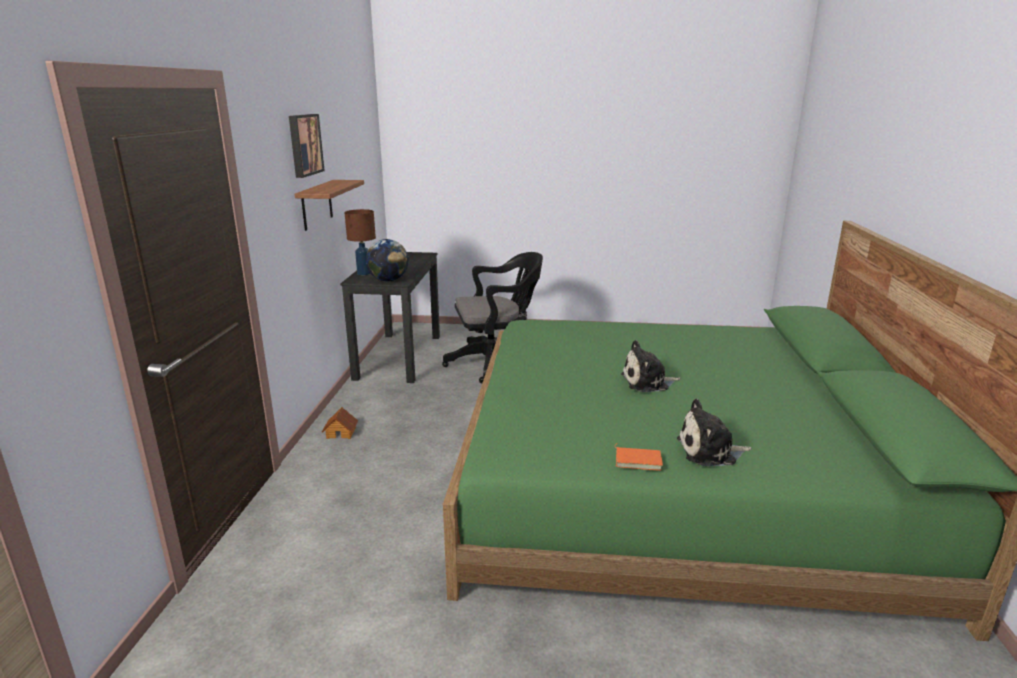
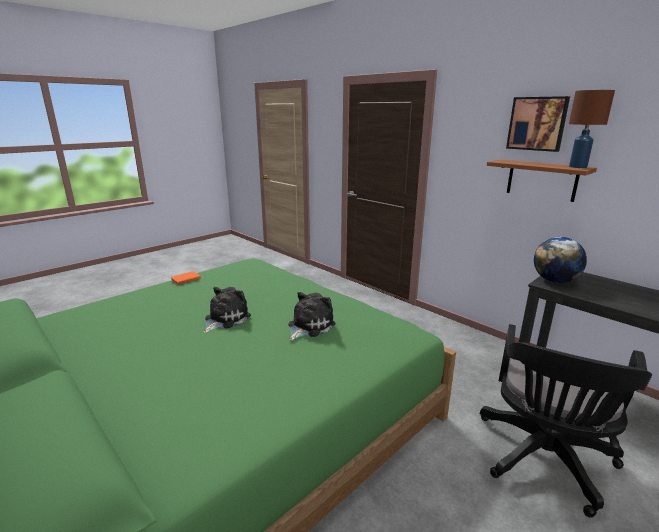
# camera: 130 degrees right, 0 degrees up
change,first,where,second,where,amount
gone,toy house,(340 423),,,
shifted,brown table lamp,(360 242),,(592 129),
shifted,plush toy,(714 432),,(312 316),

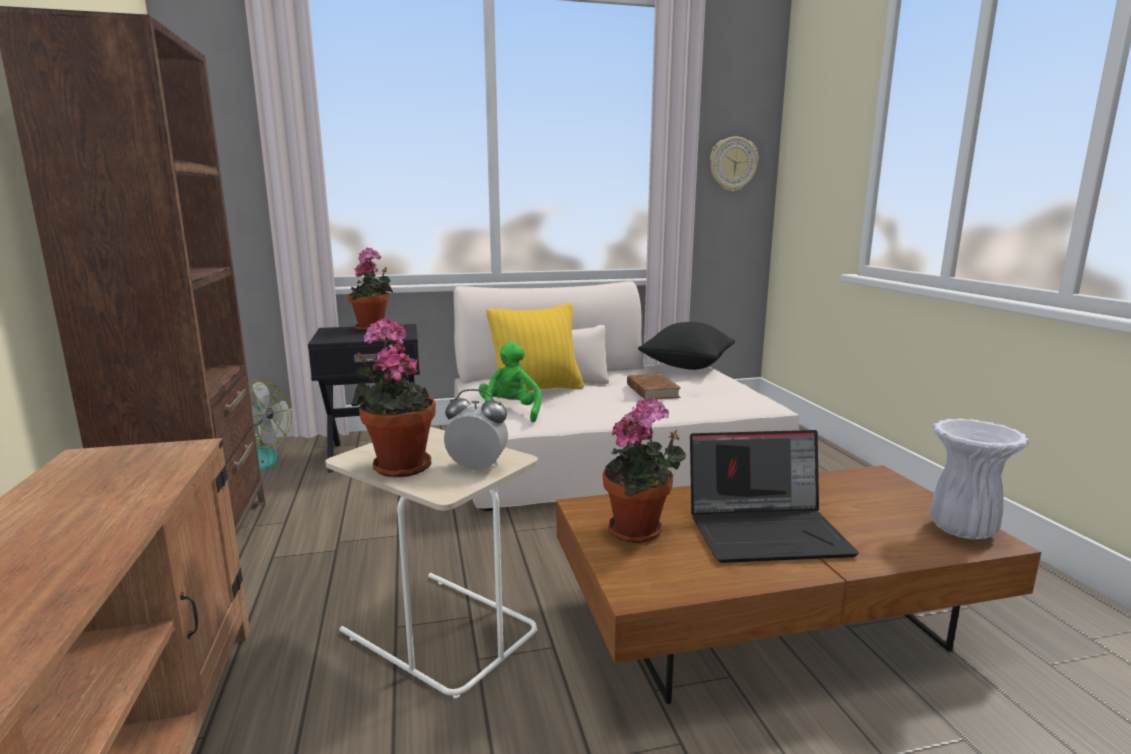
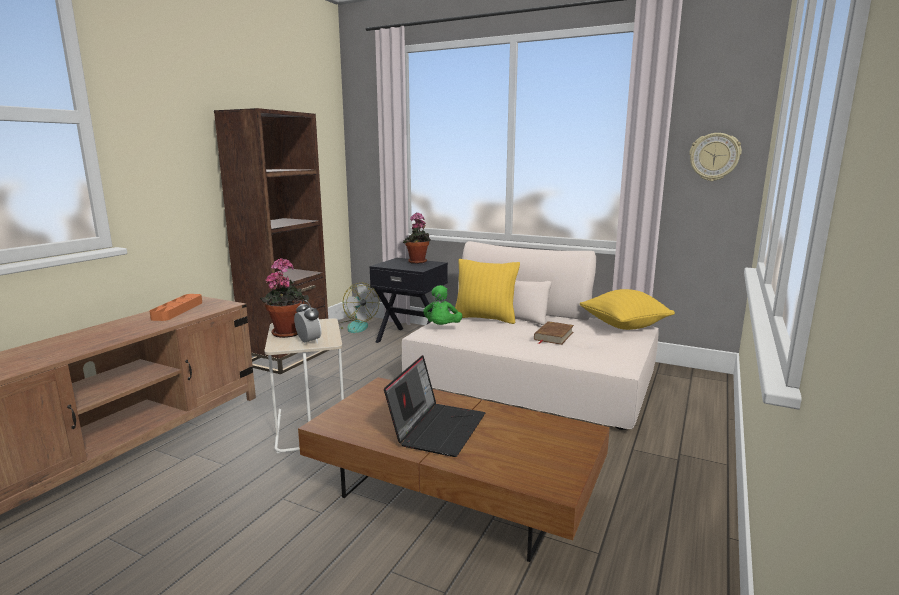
# camera: 40 degrees right, 0 degrees up
change,first,where,second,where,amount
rotated,green plush toy,(510 382),,(442 305),150 degrees clockwise
gone,potted plant,(644 470),,,
repainted,black pillow,(686 346),yellow pillow,(627 309),
rotated,laptop,(774 496),,(434 406),105 degrees counterclockwise
gone,white vase,(980 479),,,
new,,,orange tray,(175 307),

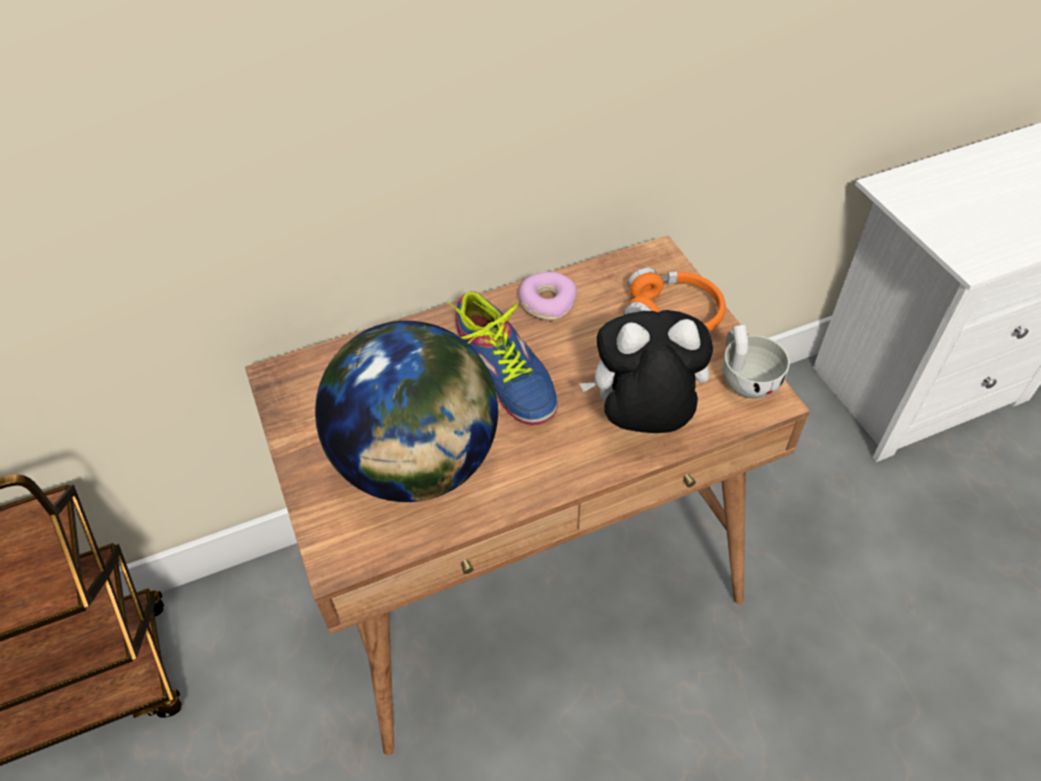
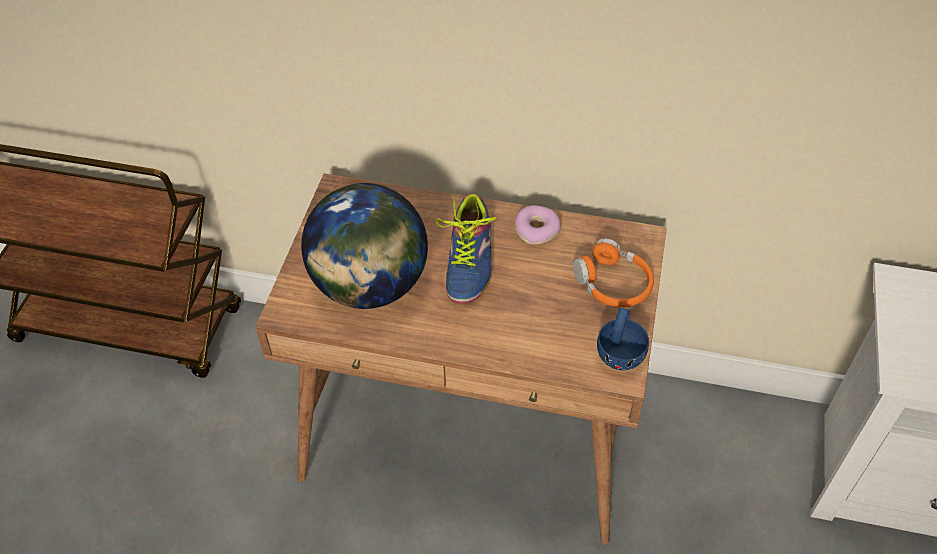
# camera: 35 degrees right, 0 degrees up
change,first,where,second,where,amount
gone,plush toy,(646 371),,,
repainted,white cup,(756 361),blue cup,(623 339),

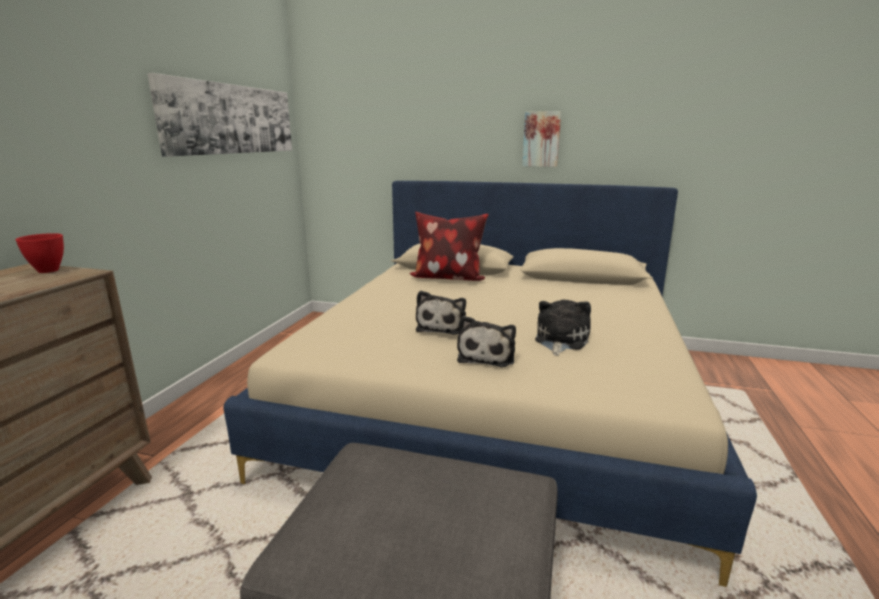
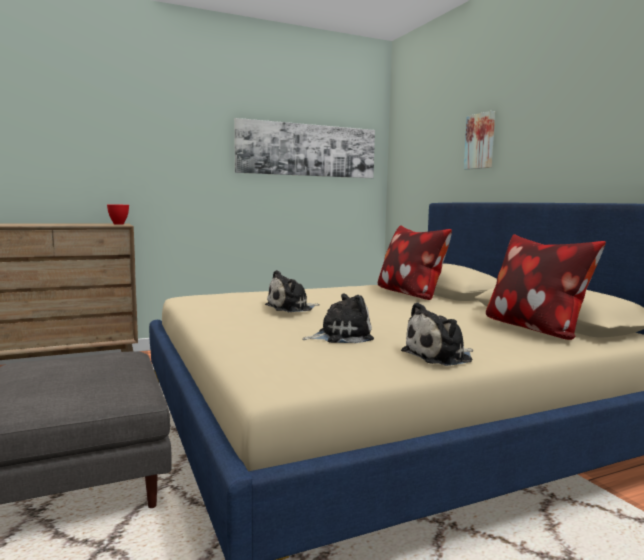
# camera: 50 degrees right, 10 degrees down
change,first,where,second,where,amount
shifted,plush toy,(486 341),,(437 334),
shifted,picture,(541 139),,(479 140),
new,,,pillow,(546 287),

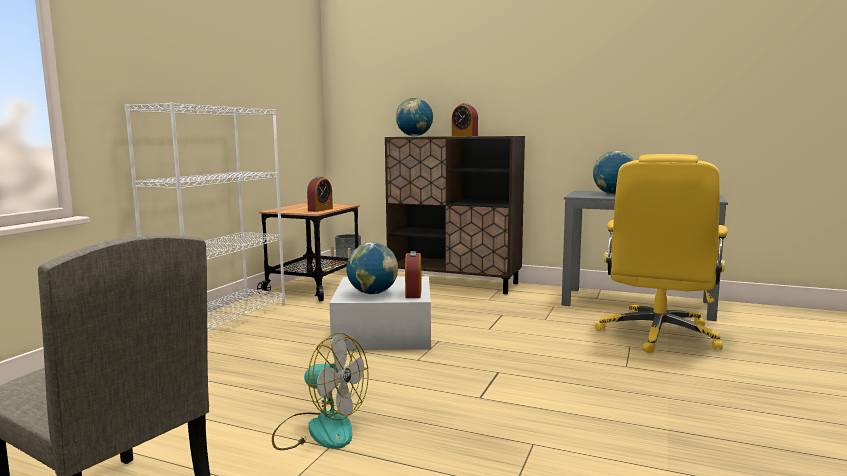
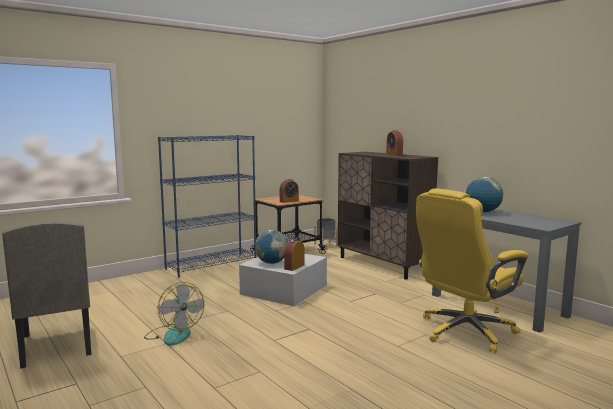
# camera: 30 degrees right, 0 degrees up
change,first,where,second,where,amount
repainted,white bookcase,(204 216),blue bookcase,(207 206),
gone,globe,(414 117),,,

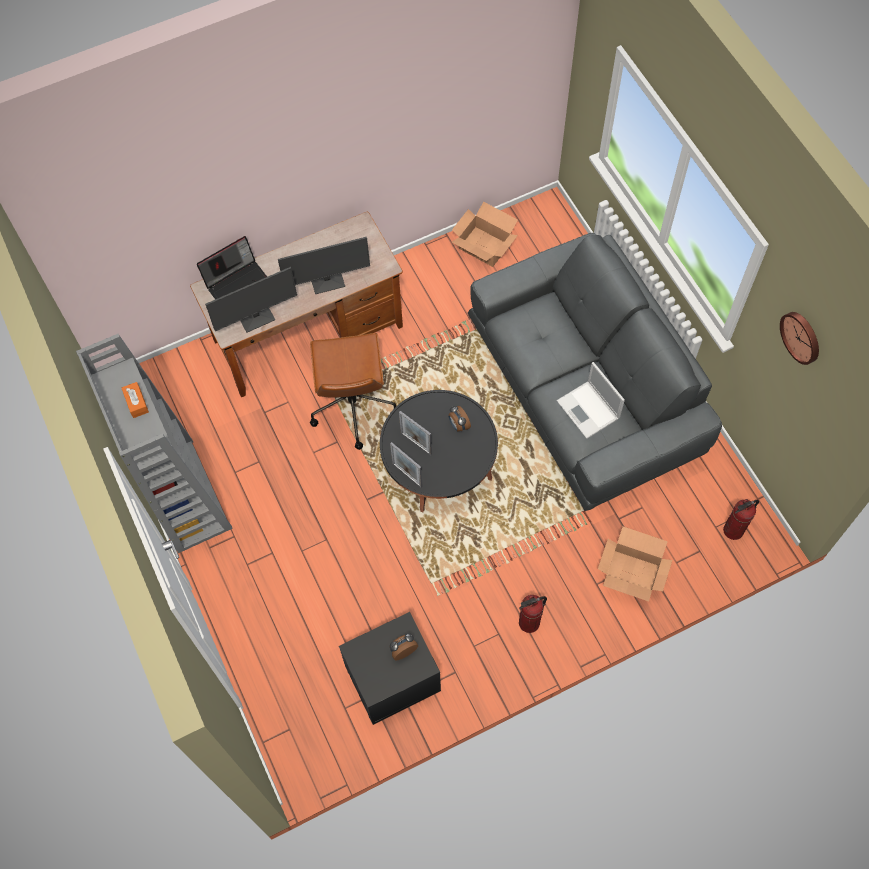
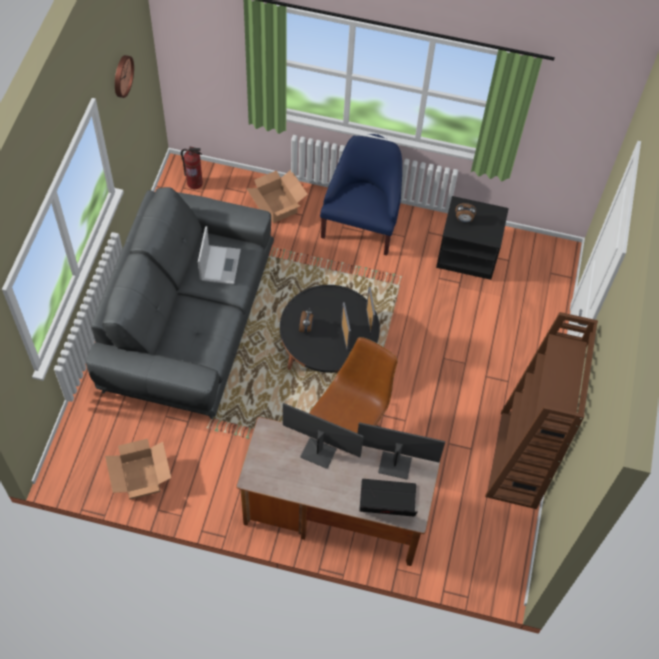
# camera: 145 degrees left, 5 degrees down
change,first,where,second,where,amount
repainted,grey bookcase,(154 443),brown bookcase,(541 410),
gone,orange tissue box,(135 400),,,
swapped,fire extinguisher,(533 614),blue armchair,(361 194),

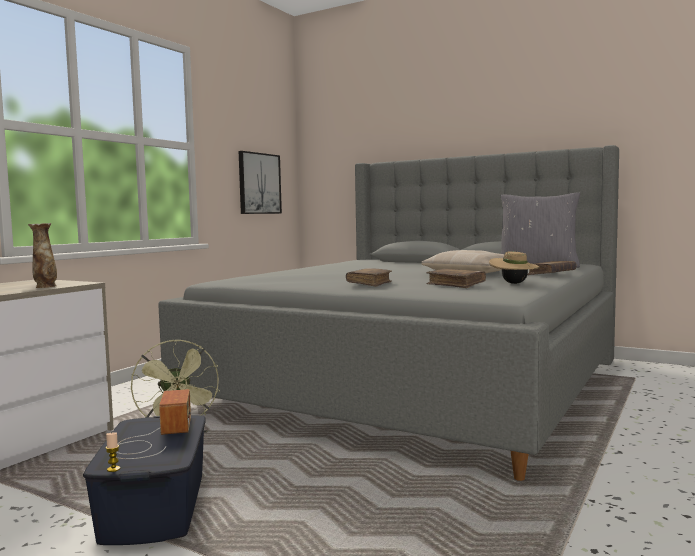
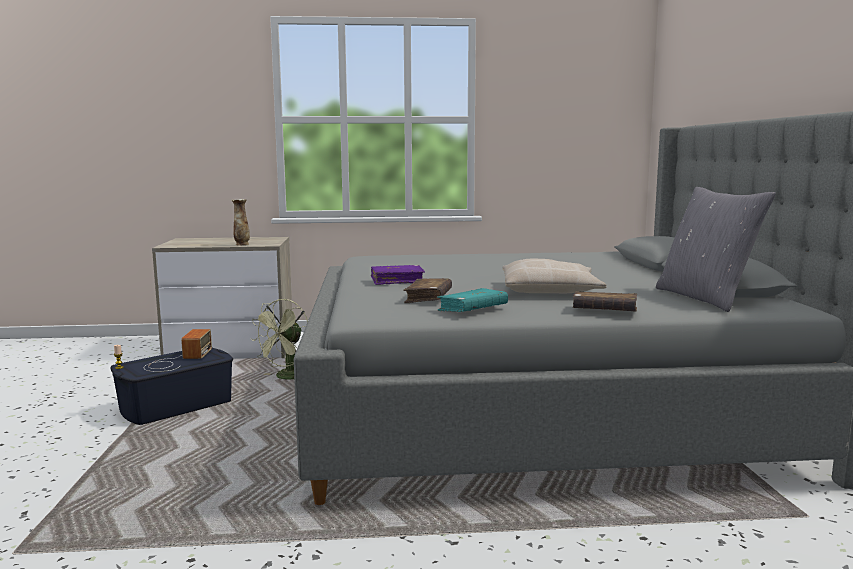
# camera: 55 degrees right, 5 degrees up
change,first,where,second,where,amount
rotated,radio,(153 424),,(178 350),45 degrees counterclockwise
gone,picture,(260 182),,,
repainted,brown book,(369 277),purple book,(398 275),
swapped,beige hat,(514 267),turquoise book,(472 300),

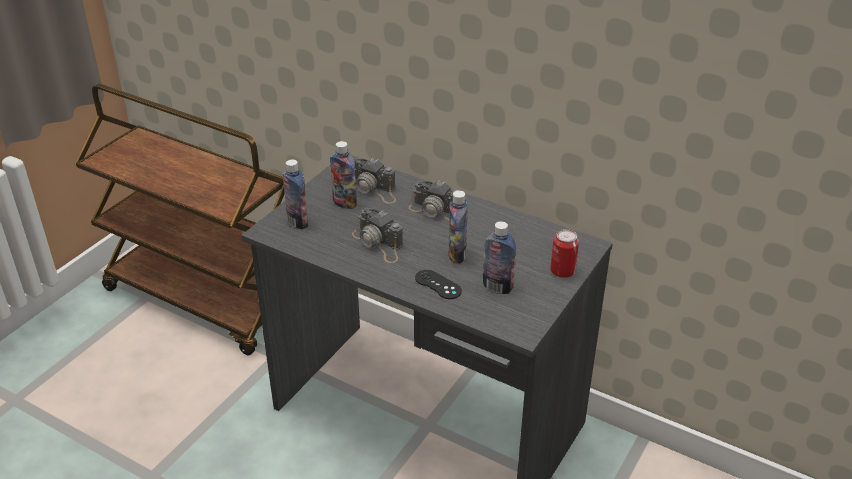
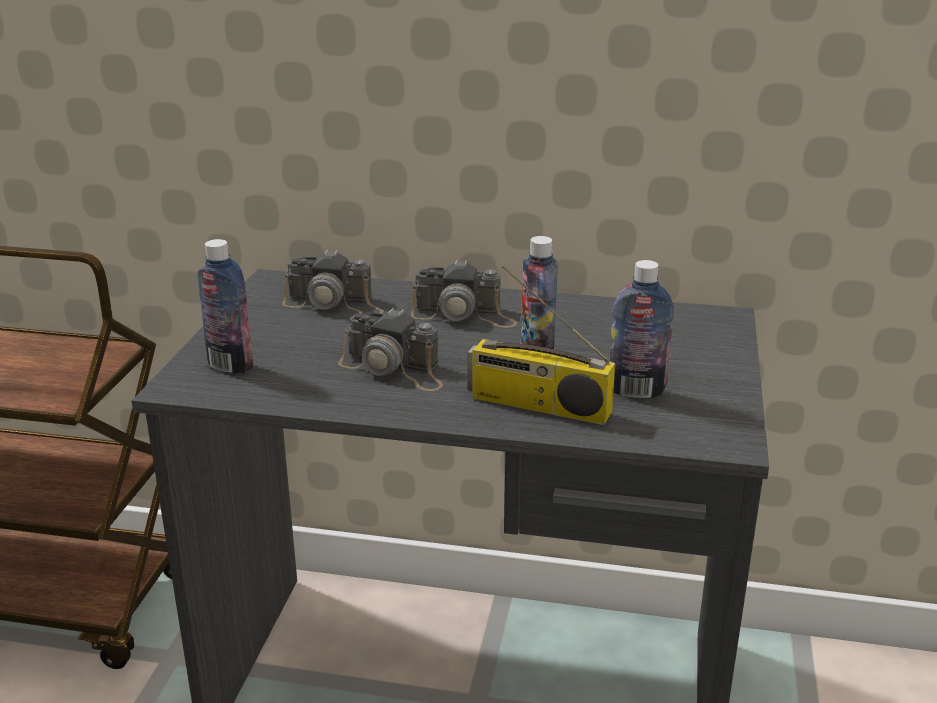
# camera: 20 degrees left, 10 degrees down
change,first,where,second,where,amount
gone,bottle,(343 175),,,
swapped,black game controller,(438 284),radio,(541 345),
gone,can,(564 253),,,

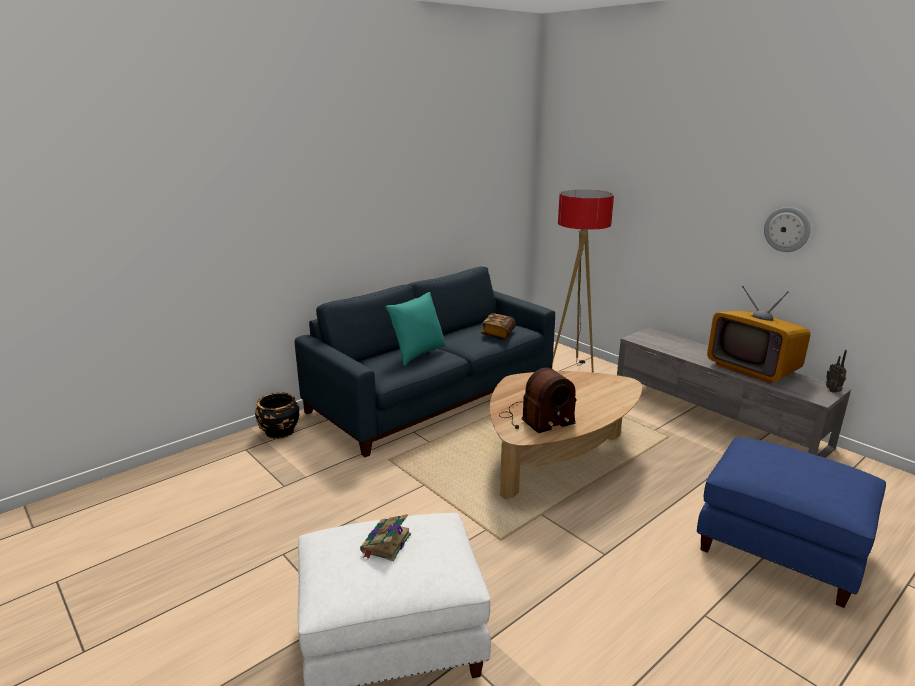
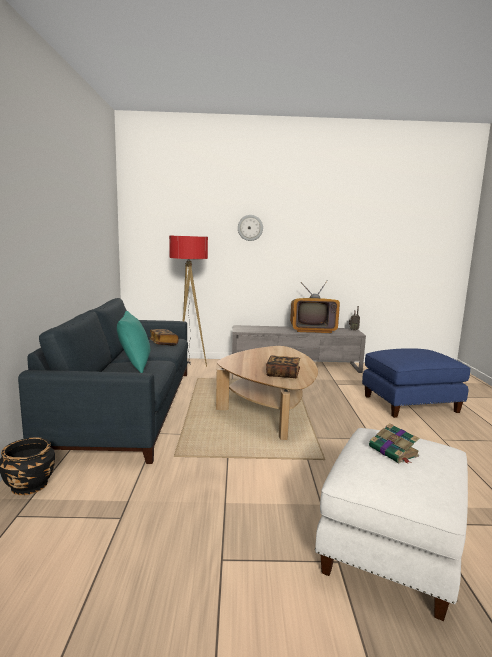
# camera: 50 degrees left, 10 degrees down
change,first,where,second,where,amount
swapped,radio,(538 400),book,(283 366),
shifted,wall clock,(787 229),,(250 228),

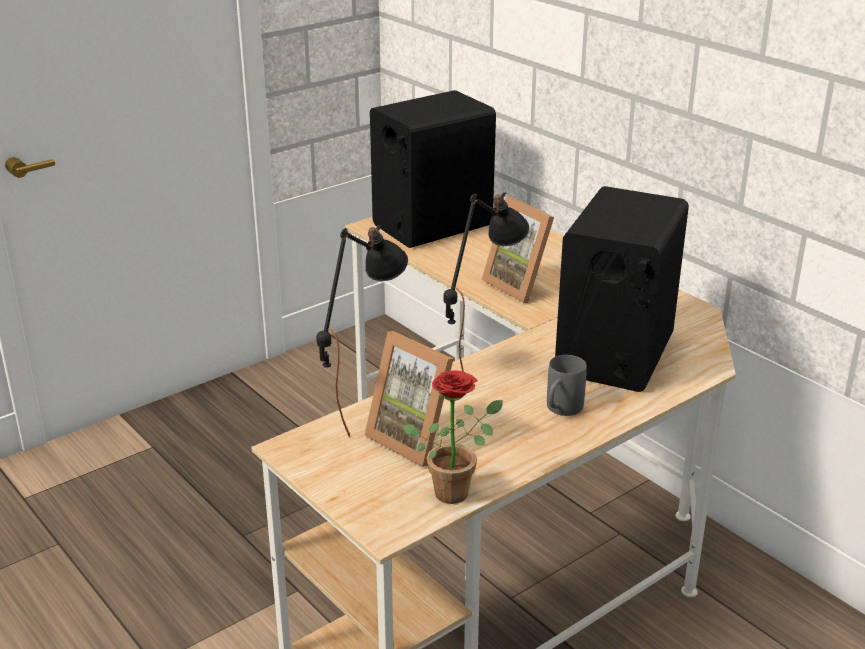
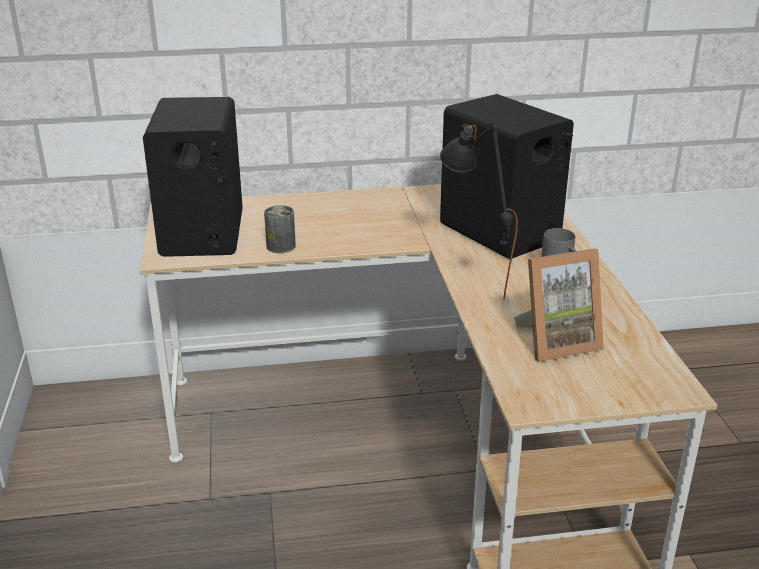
# camera: 60 degrees left, 0 degrees up
change,first,where,second,where,amount
gone,black table lamp,(362 331),,,
gone,potted plant,(453 437),,,
gone,picture frame,(518 249),,,
new,,,can,(280 229),

